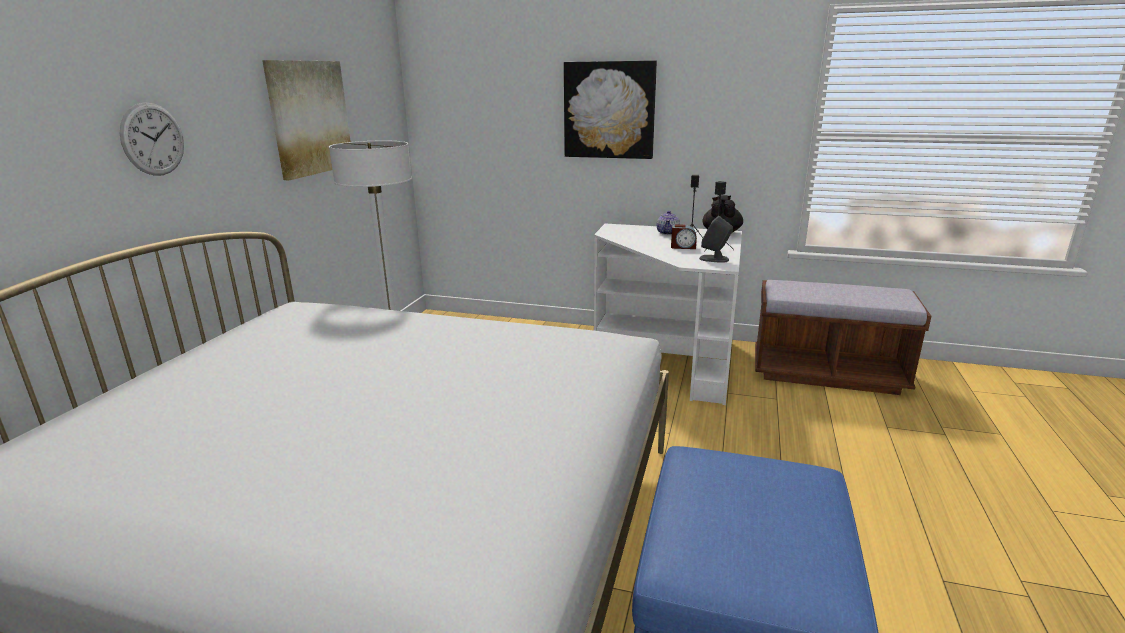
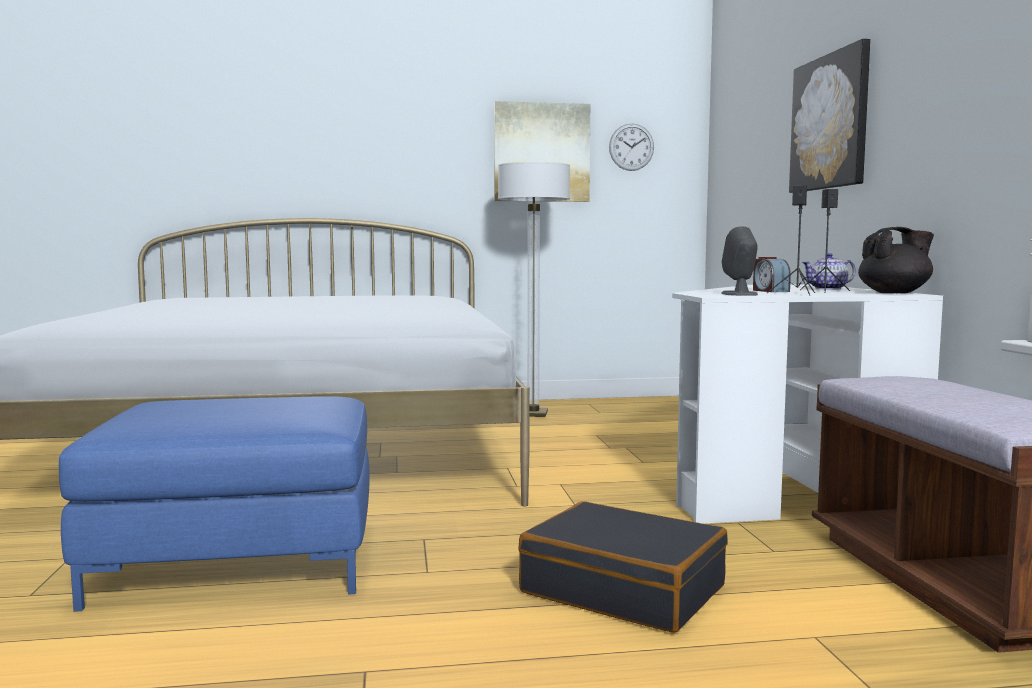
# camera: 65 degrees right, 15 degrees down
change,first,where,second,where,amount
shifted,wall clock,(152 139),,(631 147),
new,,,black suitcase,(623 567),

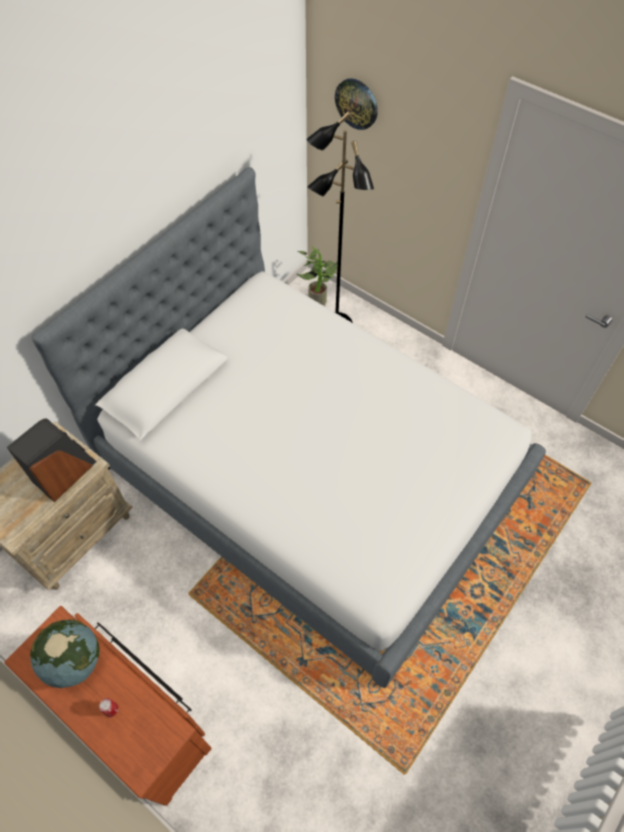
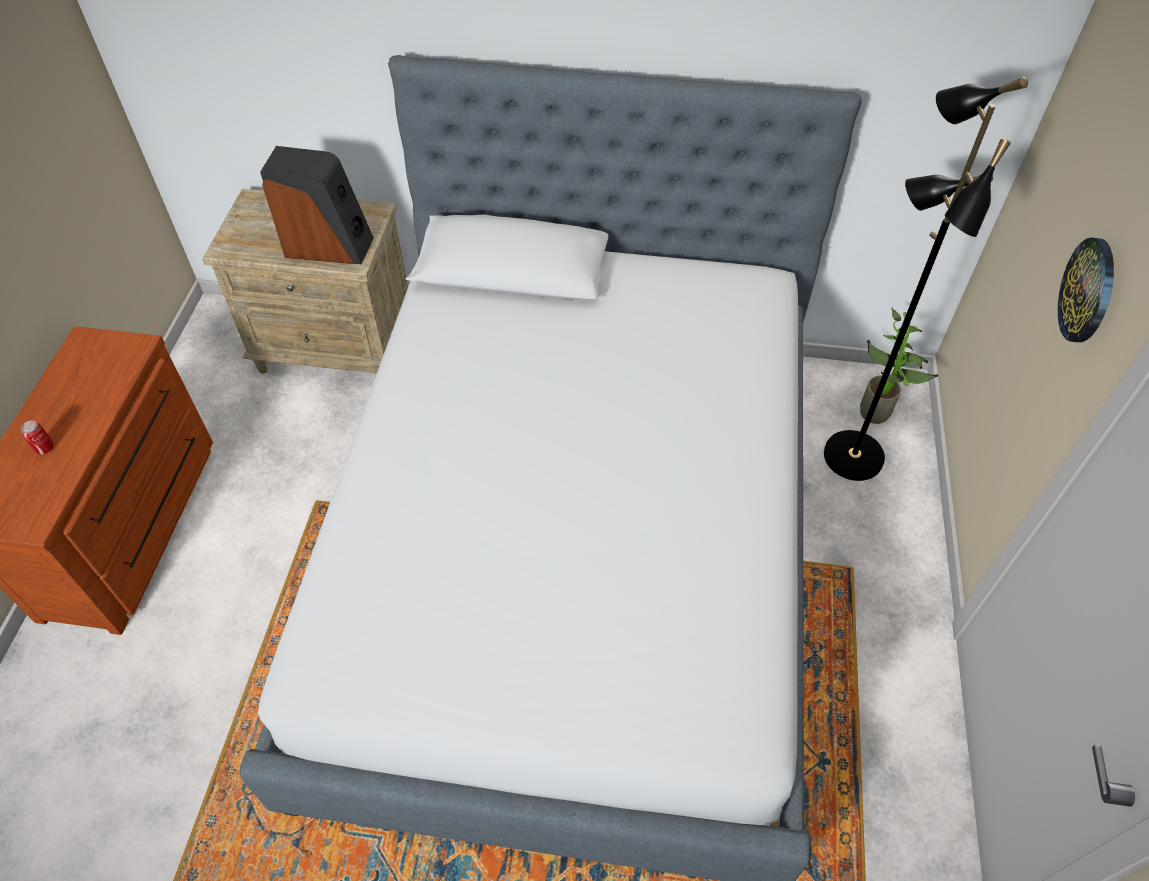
# camera: 60 degrees right, 5 degrees down
change,first,where,second,where,amount
gone,globe,(65 653),,,
shifted,wall clock,(356 104),,(1086 289),

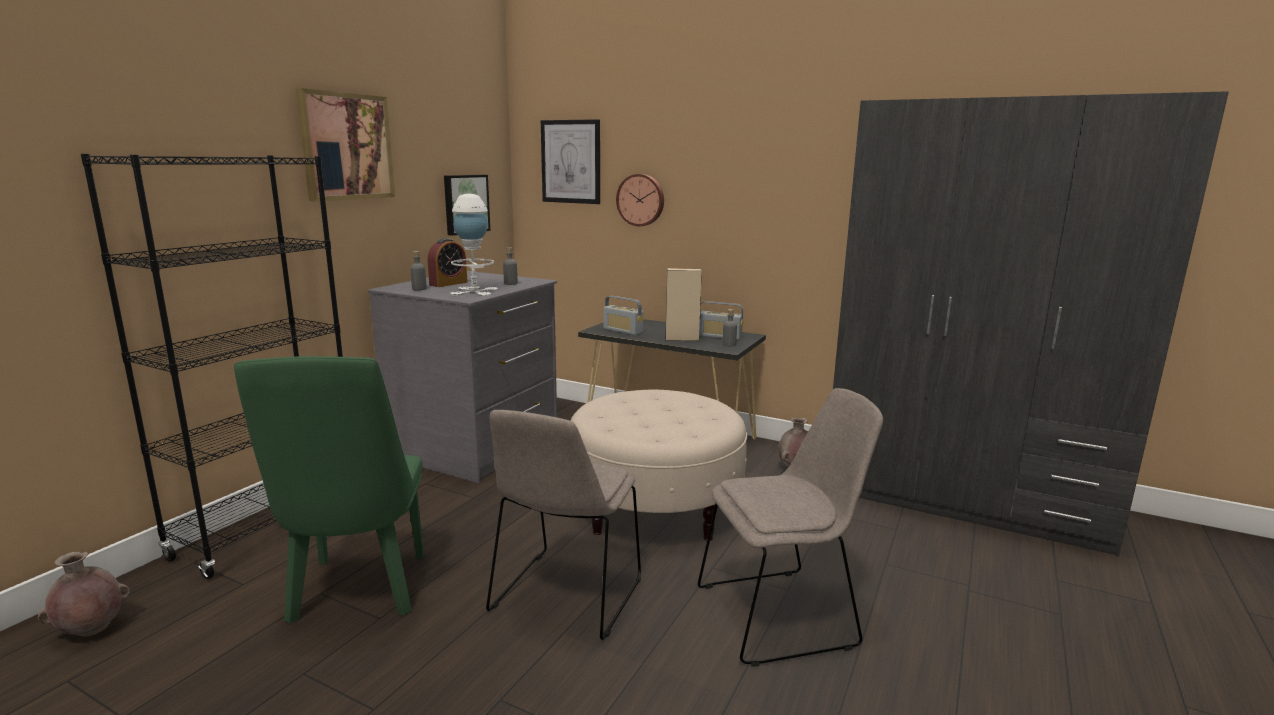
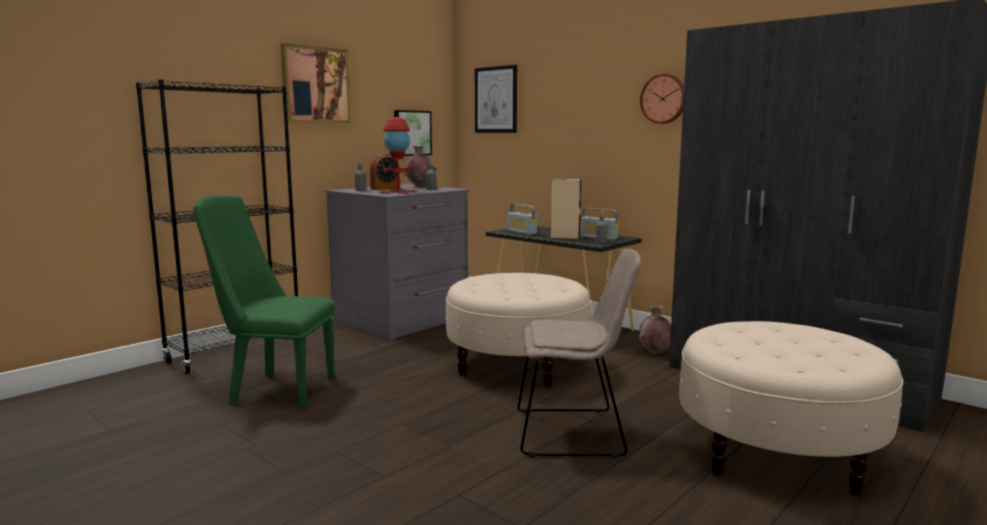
# camera: 15 degrees right, 5 degrees down
change,first,where,second,where,amount
shifted,brown vase,(84 594),,(419 166),
rotated,green chair,(329 490),,(264 301),90 degrees clockwise
repainted,white table lamp,(474 245),red table lamp,(398 155),
gone,beige chair,(563 525),,,
shifted,wall clock,(640 200),,(662 99),
new,,,beige ottoman,(791 408),

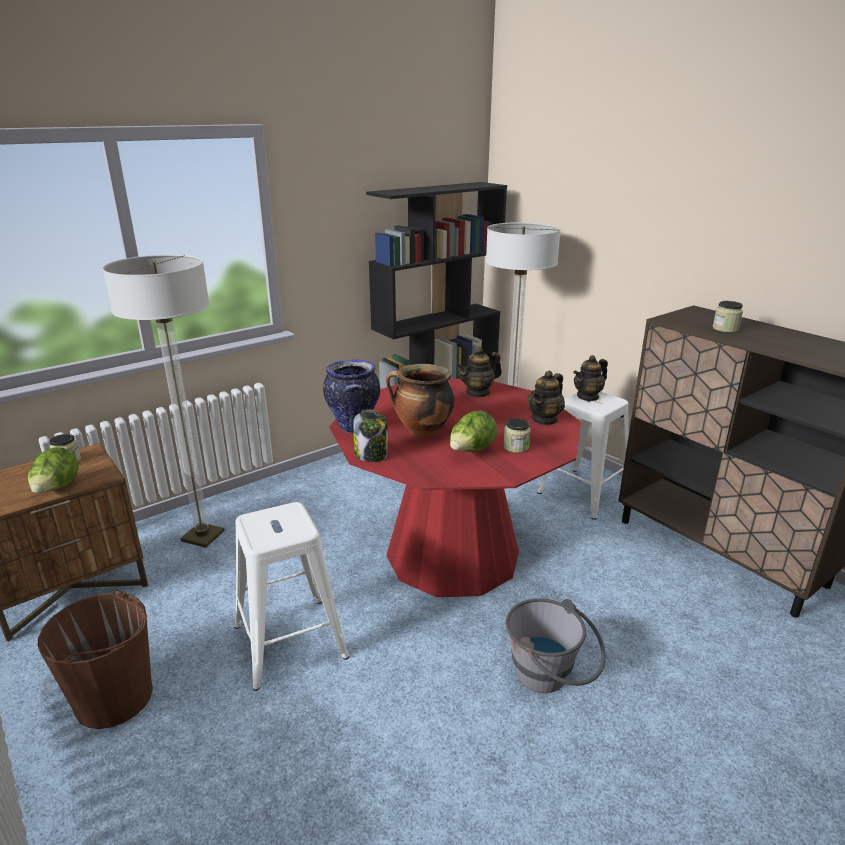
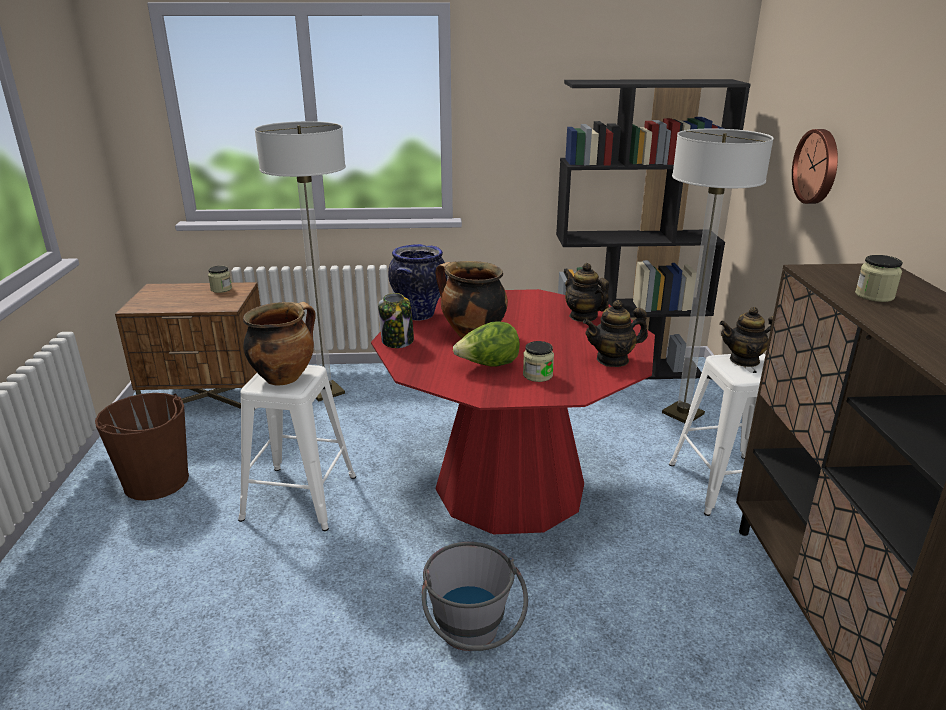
# camera: 35 degrees right, 0 degrees up
change,first,where,second,where,amount
gone,lettuce,(53 470),,,
rotated,teapot,(479 372),,(586 292),45 degrees clockwise
new,,,cooking pot,(279 344),
new,,,wall clock,(815 166),

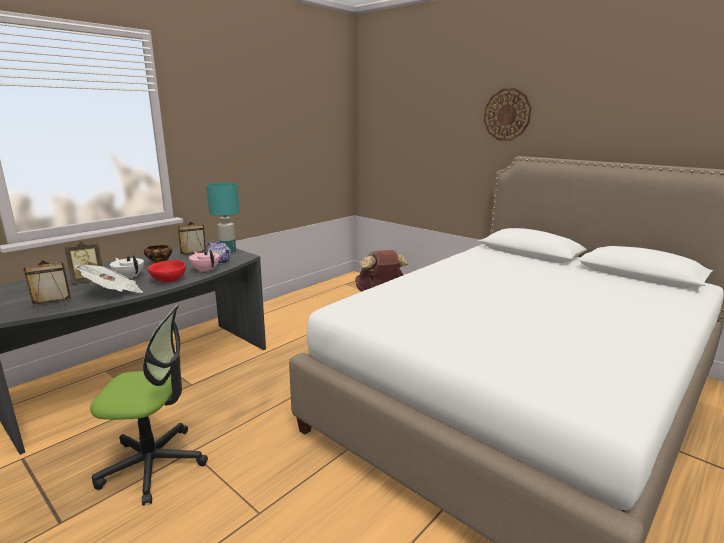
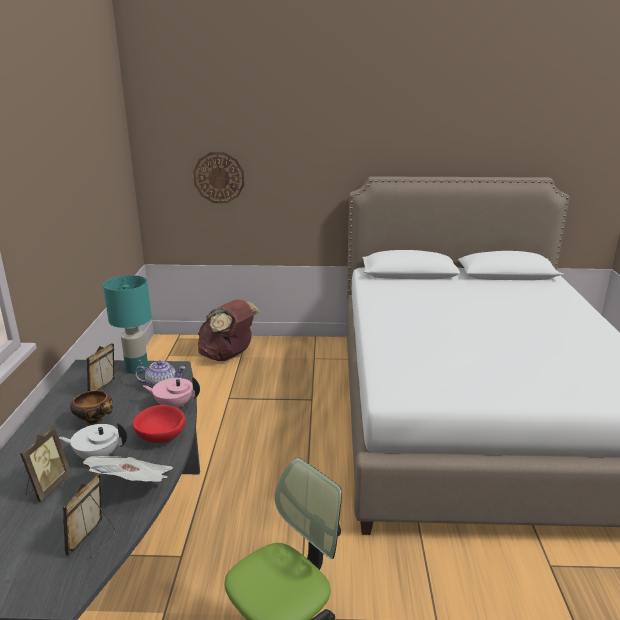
# camera: 40 degrees left, 5 degrees up
change,first,where,second,where,amount
shifted,wall clock,(508 114),,(218 177),

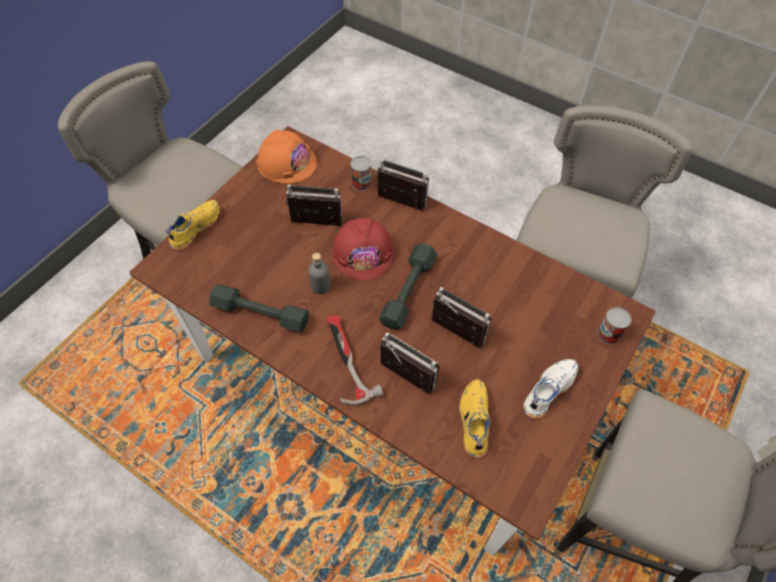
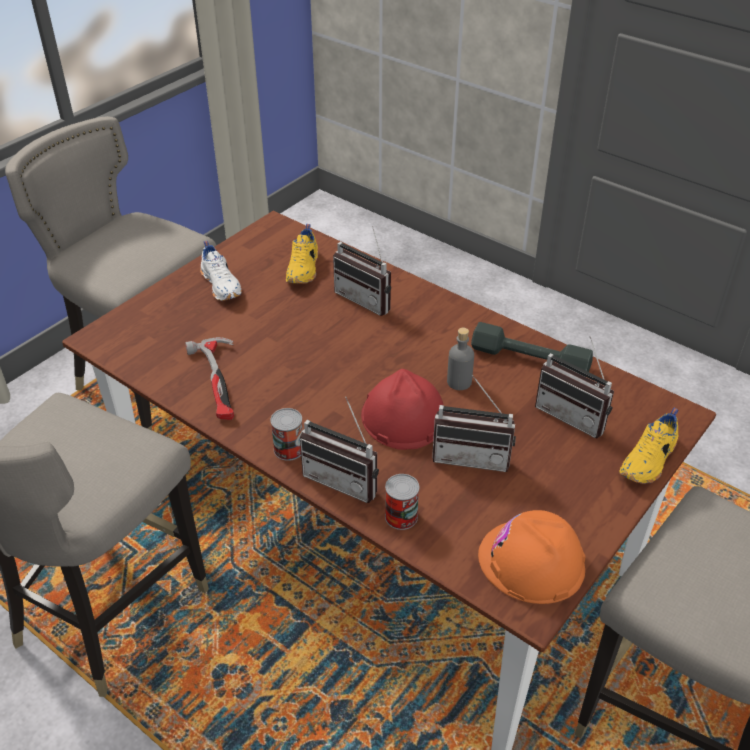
# camera: 175 degrees left, 15 degrees down
change,first,where,second,where,amount
shifted,hammer,(355 360),,(209 378),
gone,grey dumbbell,(408 286),,,
shifted,radio,(462 317),,(574 387),
rotated,white shoe,(550 389),,(221 271),75 degrees counterclockwise
shifted,can,(614 325),,(286 434),

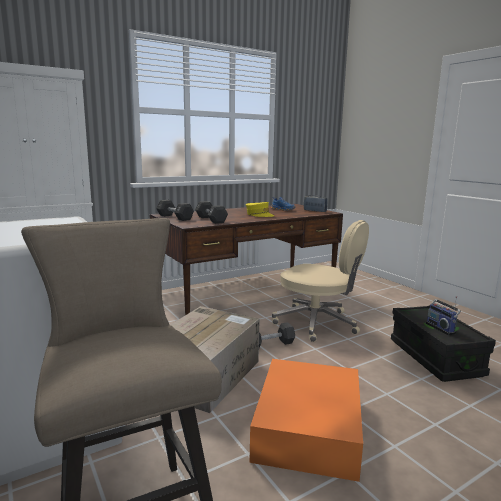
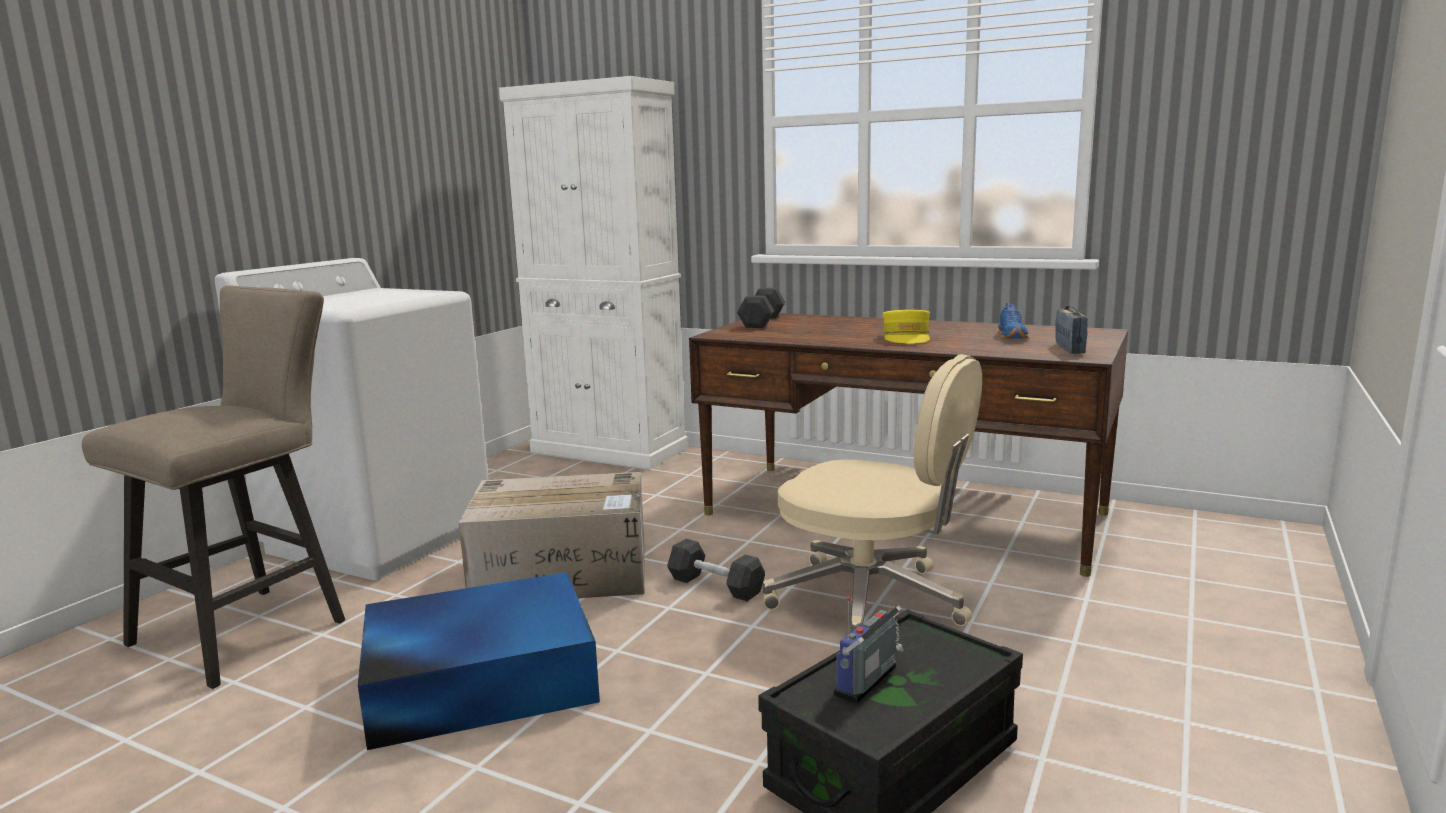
# camera: 60 degrees right, 0 degrees up
change,first,where,second,where,amount
gone,black dumbbell,(211 212),,,
repainted,orange storage box,(306 420),blue storage box,(479 661),
rotated,beige office chair,(320 281),,(872 492),60 degrees counterclockwise

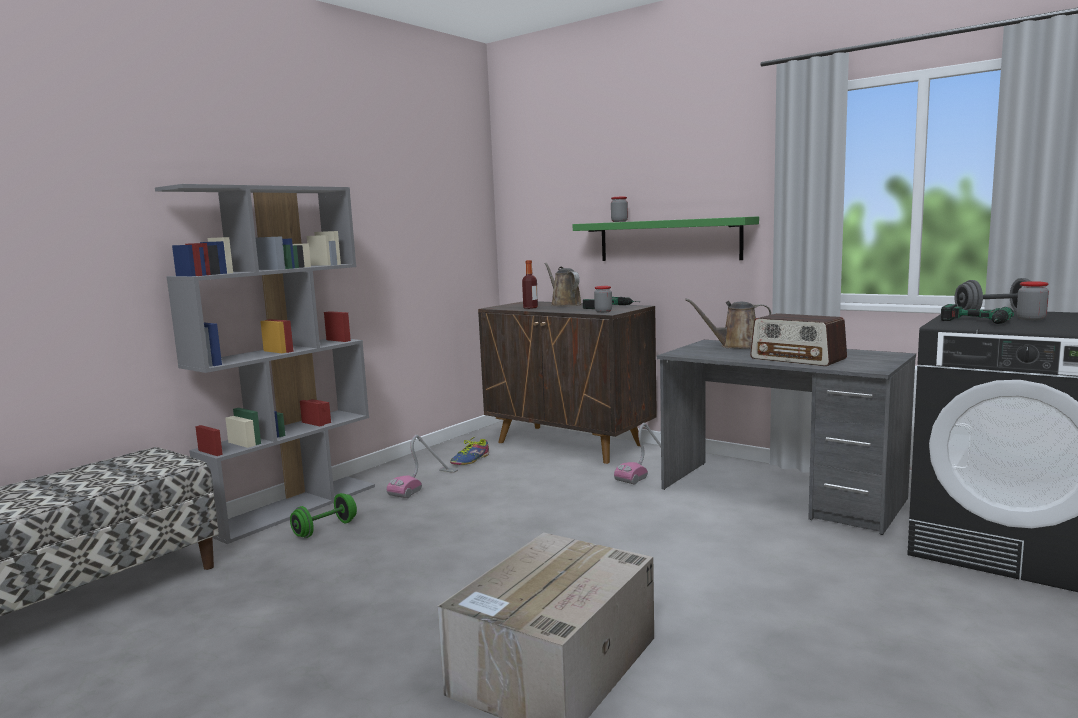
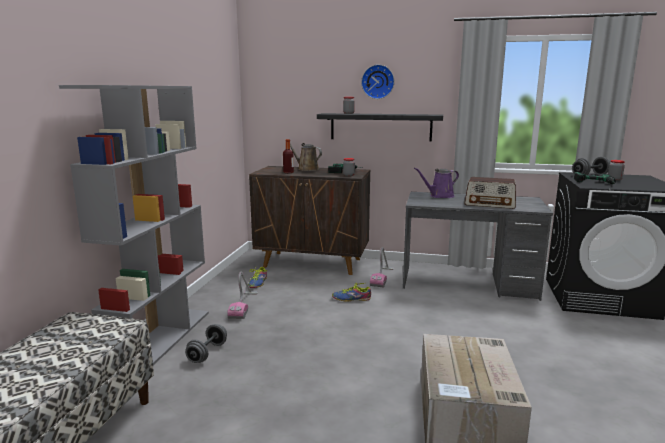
# camera: 25 degrees left, 5 degrees up
change,first,where,second,where,amount
repainted,green dumbbell,(323 515),grey dumbbell,(206 343),
repainted,green shelf,(666 238),black shelf,(380 127),
repainted,brown watering can,(728 324),purple watering can,(436 183),
new,,,shoe,(351 292),
new,,,wall clock,(377 81),

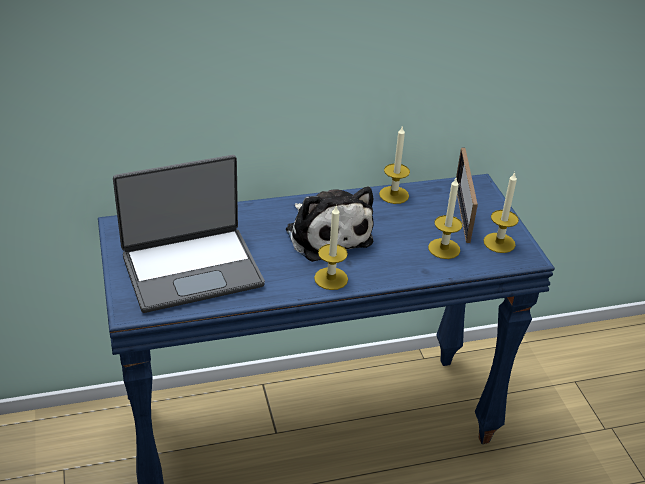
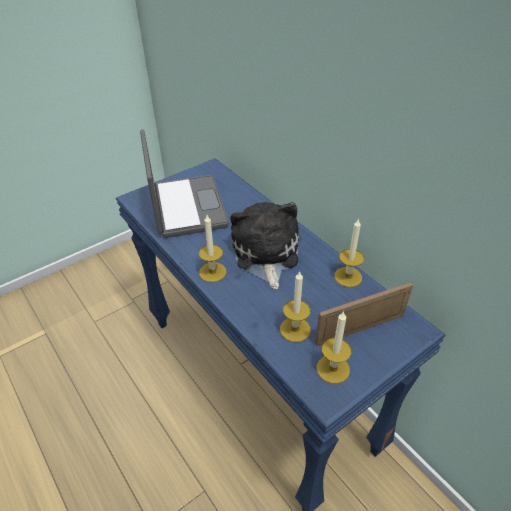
# camera: 70 degrees right, 5 degrees up
change,first,where,second,where,amount
rotated,laptop,(189 234),,(184 183),150 degrees counterclockwise
rotated,plush toy,(330 224),,(264 245),135 degrees clockwise

